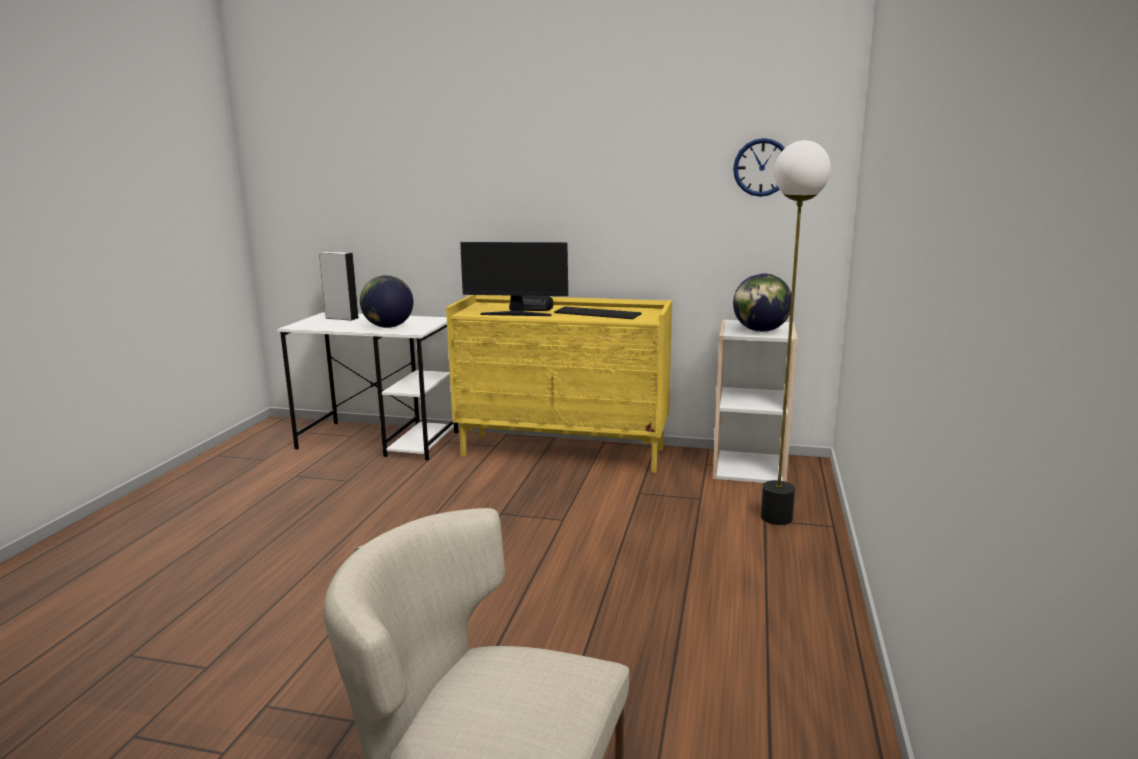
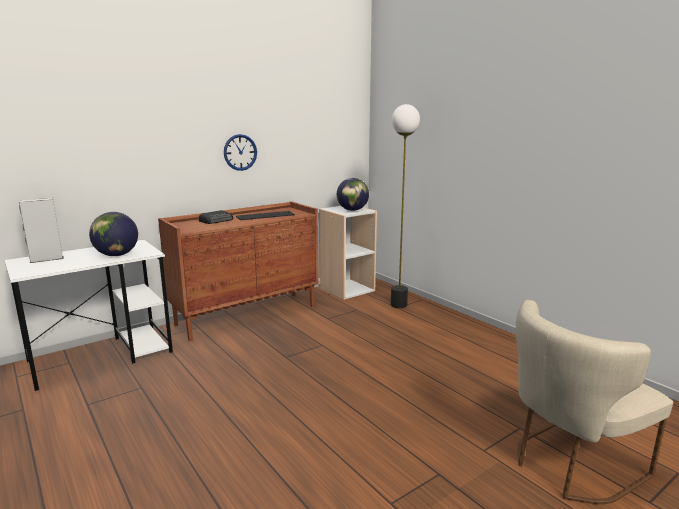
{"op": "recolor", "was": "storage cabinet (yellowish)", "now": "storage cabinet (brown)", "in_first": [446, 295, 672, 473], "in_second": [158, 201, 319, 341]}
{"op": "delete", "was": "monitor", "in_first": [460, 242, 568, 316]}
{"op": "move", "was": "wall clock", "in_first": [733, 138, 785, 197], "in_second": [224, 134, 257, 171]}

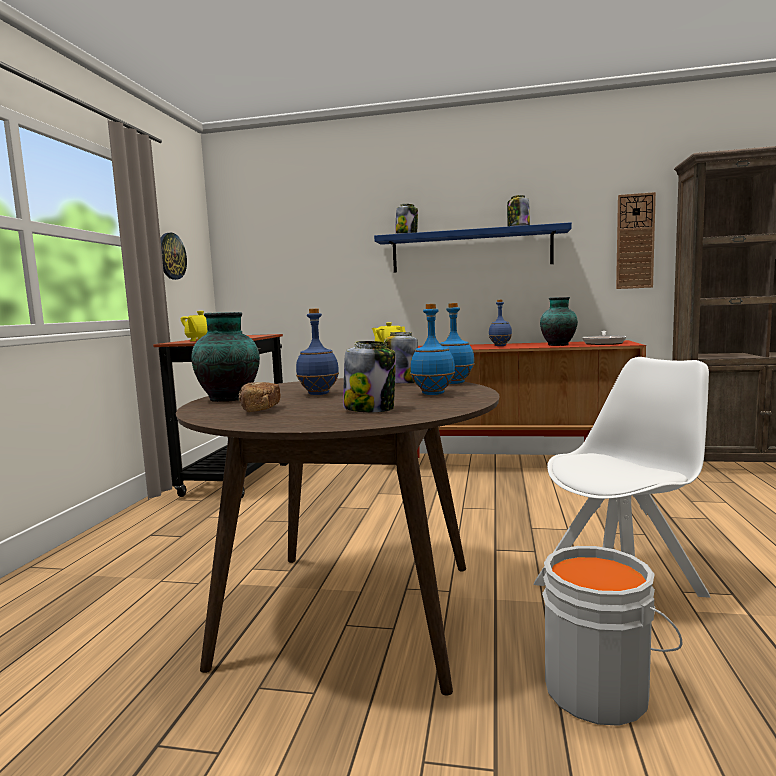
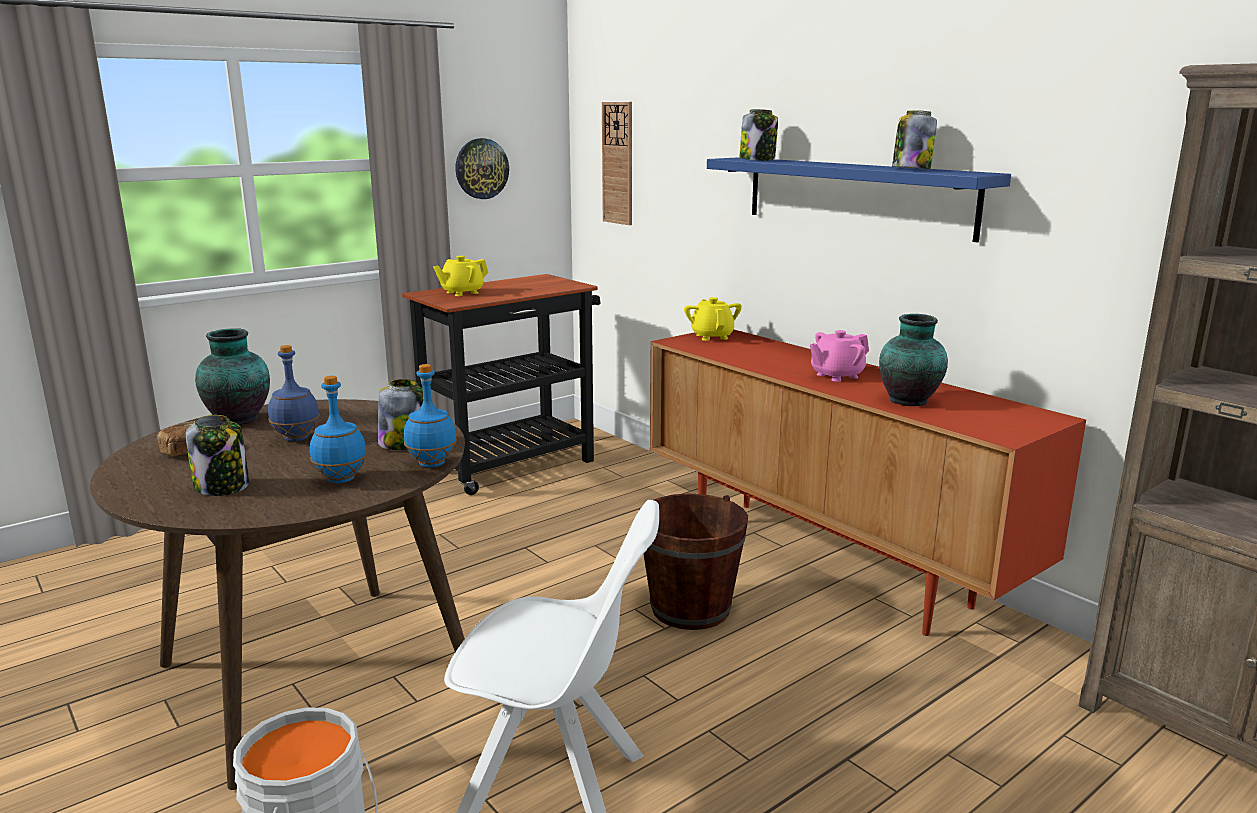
{"op": "replace", "was": "drink bottle (blue-coloured)", "now": "teapot (pinkish)", "in_first": [489, 300, 512, 346], "in_second": [810, 330, 869, 382]}
{"op": "delete", "was": "frying pan", "in_first": [582, 331, 626, 345]}
{"op": "move", "was": "wall clock", "in_first": [616, 192, 656, 289], "in_second": [602, 102, 632, 225]}
{"op": "insert", "now": "bucket (brown)", "in_second": [640, 493, 748, 630]}

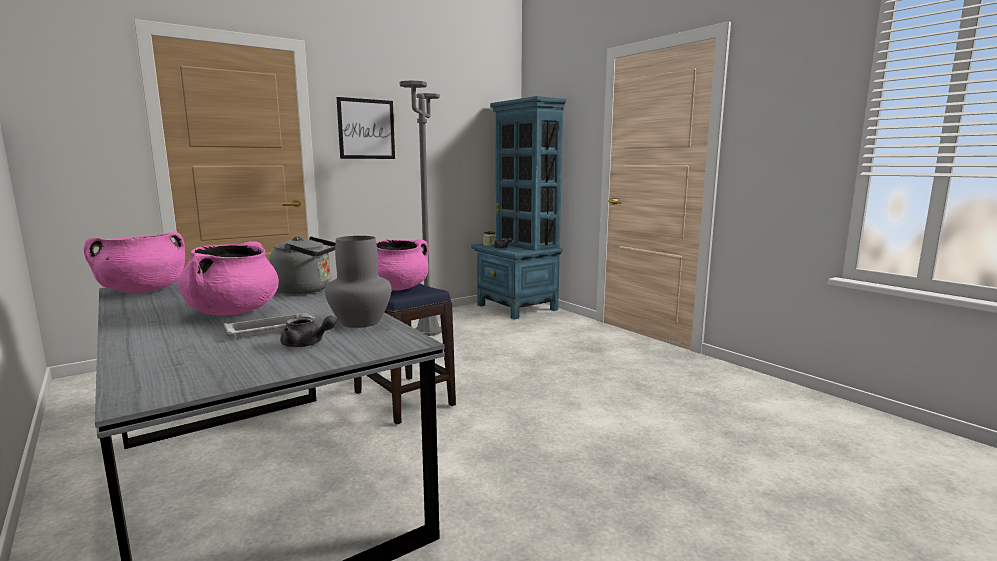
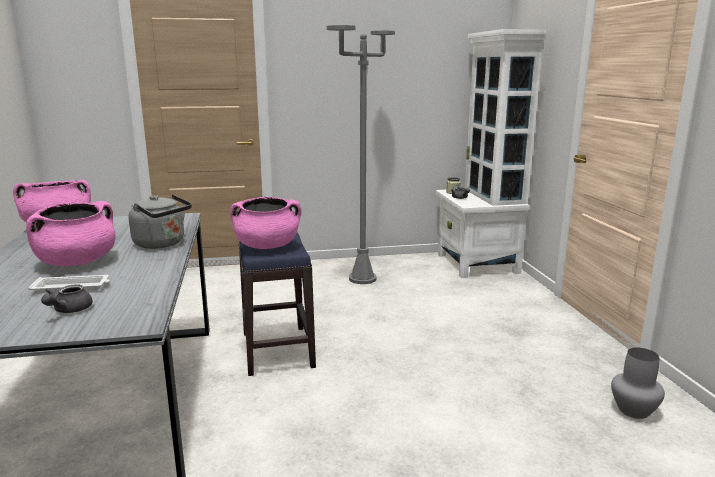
{"op": "rotate", "was": "teapot (grey)", "in_first": [280, 316, 337, 347], "in_second": [41, 284, 92, 313], "clockwise": 60}
{"op": "move", "was": "vase (grey)", "in_first": [325, 236, 392, 328], "in_second": [611, 348, 665, 419]}
{"op": "delete", "was": "wall art", "in_first": [337, 97, 395, 159]}
{"op": "recolor", "was": "storage cabinet (blue-coloured)", "now": "storage cabinet (whitish)", "in_first": [471, 96, 566, 319], "in_second": [435, 29, 547, 278]}

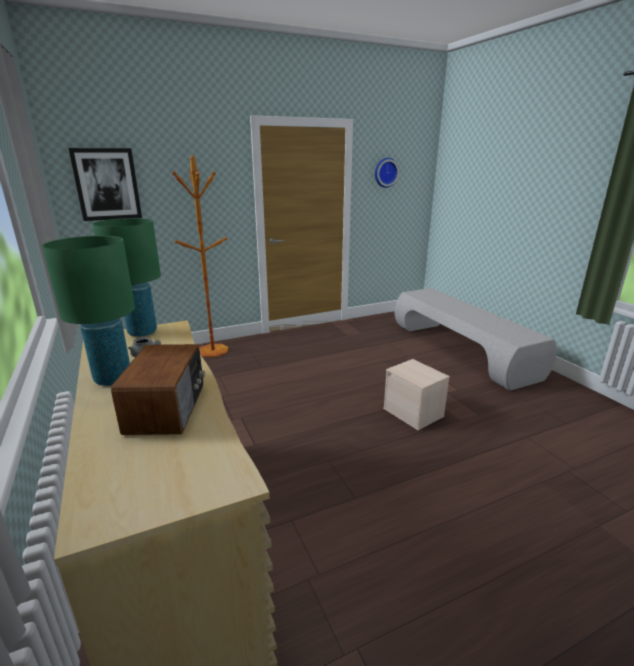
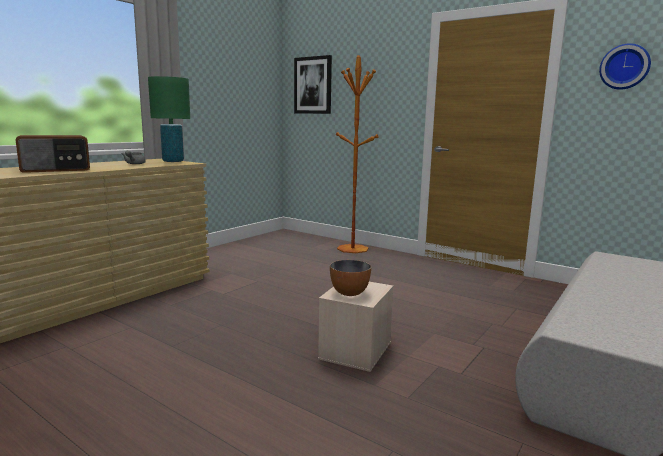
{"op": "delete", "was": "tabletop lamp (green)", "in_first": [42, 236, 135, 386]}
{"op": "insert", "now": "bowl", "in_second": [330, 260, 371, 296]}

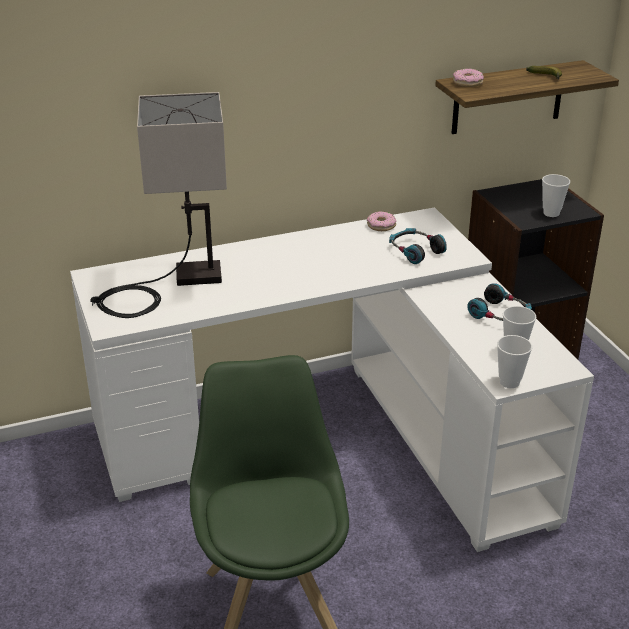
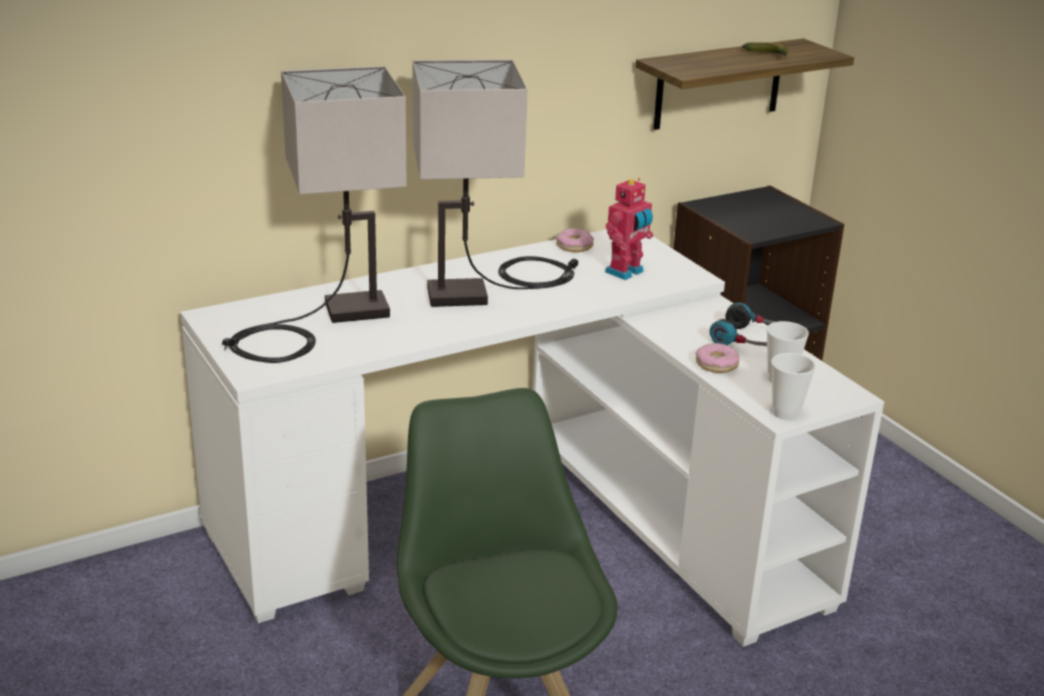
{"op": "replace", "was": "headphones", "now": "robot figure", "in_first": [389, 228, 447, 264], "in_second": [605, 178, 653, 280]}
{"op": "move", "was": "ring doughnut", "in_first": [453, 68, 484, 87], "in_second": [695, 343, 739, 373]}
{"op": "delete", "was": "small cup", "in_first": [542, 174, 570, 217]}
{"op": "insert", "now": "tabletop lamp", "in_second": [412, 59, 578, 307]}

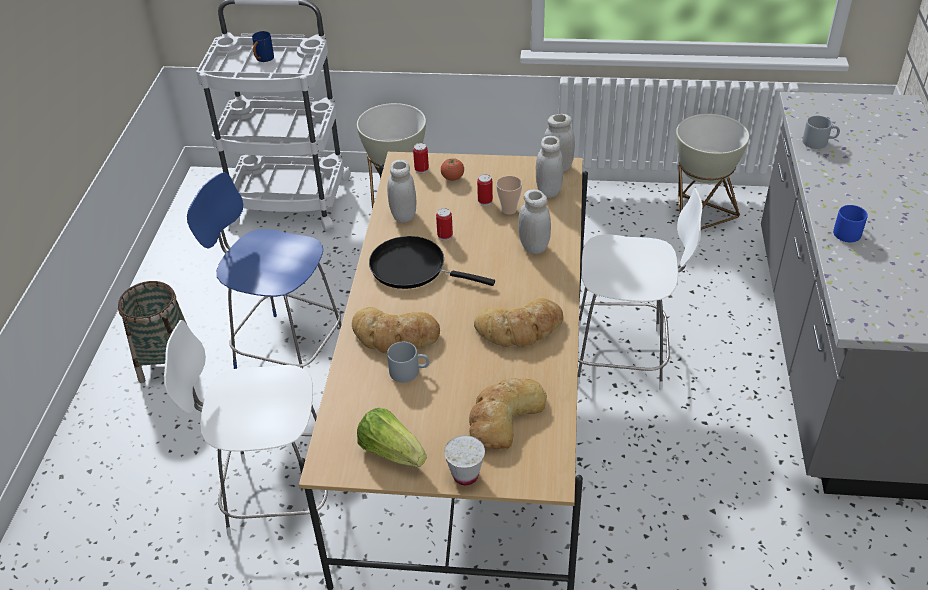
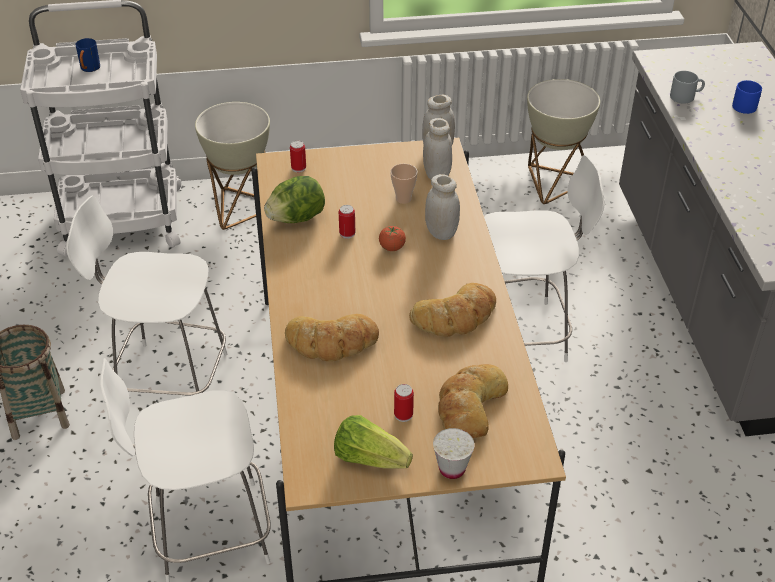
{"op": "recolor", "was": "chair (blue-coloured)", "now": "chair (whitish)", "in_first": [187, 172, 342, 369], "in_second": [66, 195, 228, 395]}
{"op": "delete", "was": "frying pan (blackish)", "in_first": [369, 236, 495, 289]}
{"op": "replace", "was": "preserve jar (whitish)", "now": "head of lettuce", "in_first": [387, 160, 416, 223], "in_second": [264, 176, 325, 223]}
{"op": "delete", "was": "tea mug (grey)", "in_first": [387, 342, 429, 383]}
{"op": "move", "was": "whole tomato", "in_first": [441, 158, 464, 181], "in_second": [379, 226, 406, 251]}
{"op": "move", "was": "metal can", "in_first": [477, 174, 493, 206], "in_second": [394, 384, 414, 422]}
{"op": "move", "was": "tea mug (blue-coloured)", "in_first": [833, 205, 868, 242], "in_second": [732, 80, 762, 114]}

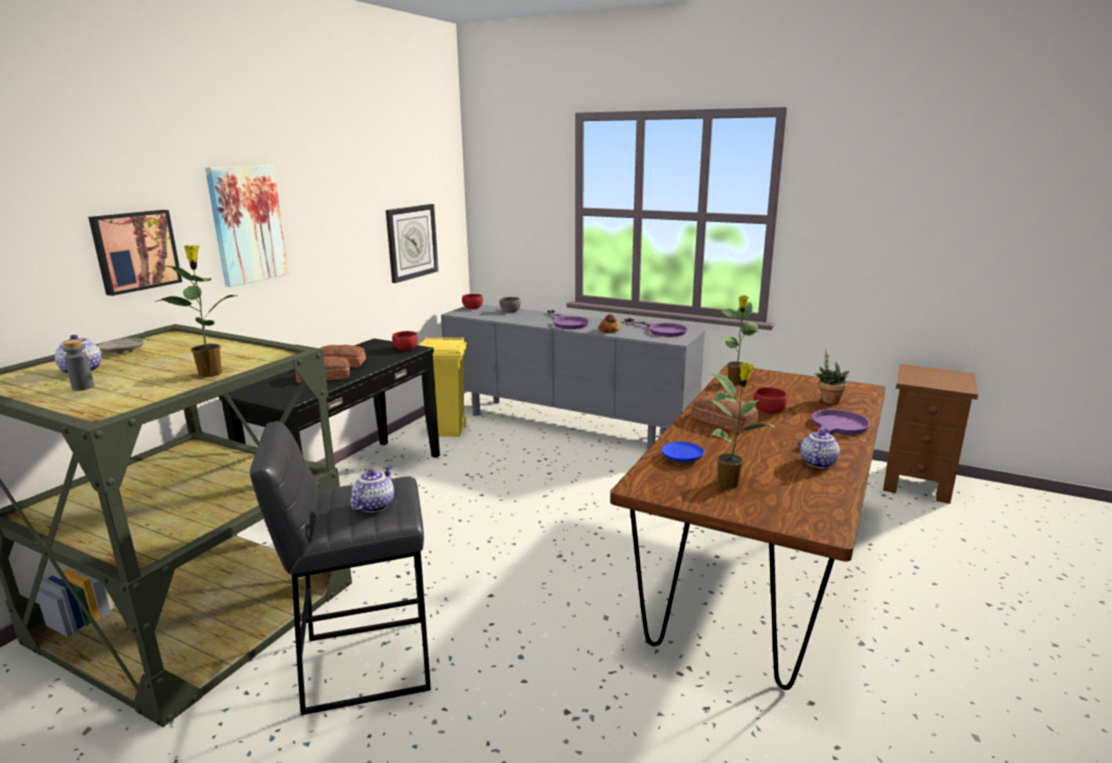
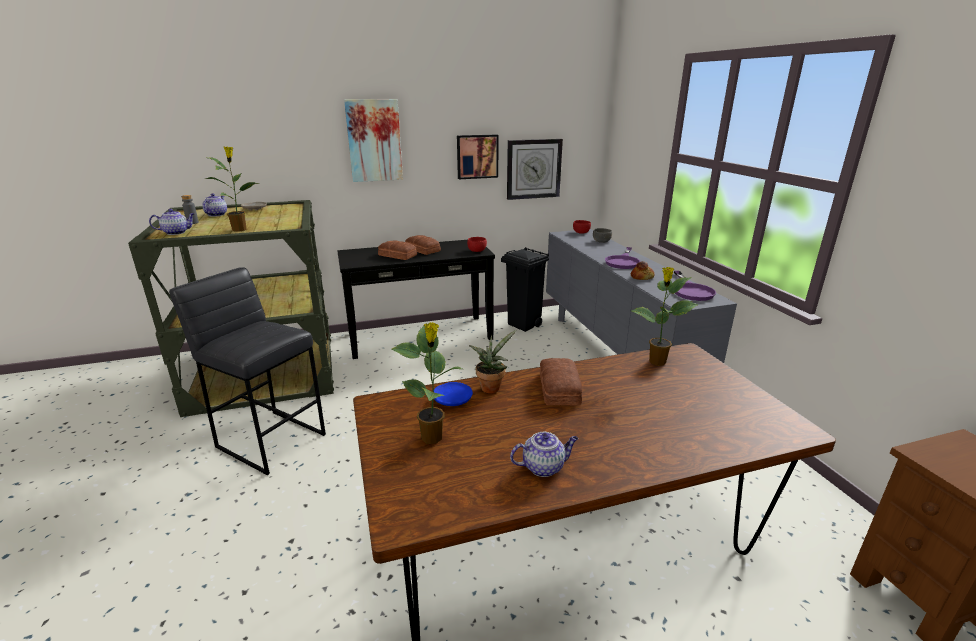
{"op": "move", "was": "wall art", "in_first": [88, 210, 182, 296], "in_second": [457, 134, 499, 179]}
{"op": "move", "was": "teapot", "in_first": [351, 465, 394, 512], "in_second": [149, 209, 195, 235]}
{"op": "recolor", "was": "waste bin (yellowish)", "now": "waste bin (blackish)", "in_first": [419, 337, 467, 437], "in_second": [501, 247, 549, 332]}
{"op": "delete", "was": "bowl (red)", "in_first": [754, 387, 787, 414]}
{"op": "delete", "was": "frying pan (purplish)", "in_first": [798, 409, 871, 447]}
{"op": "move", "was": "plant in a pot", "in_first": [814, 347, 850, 404], "in_second": [469, 330, 516, 394]}

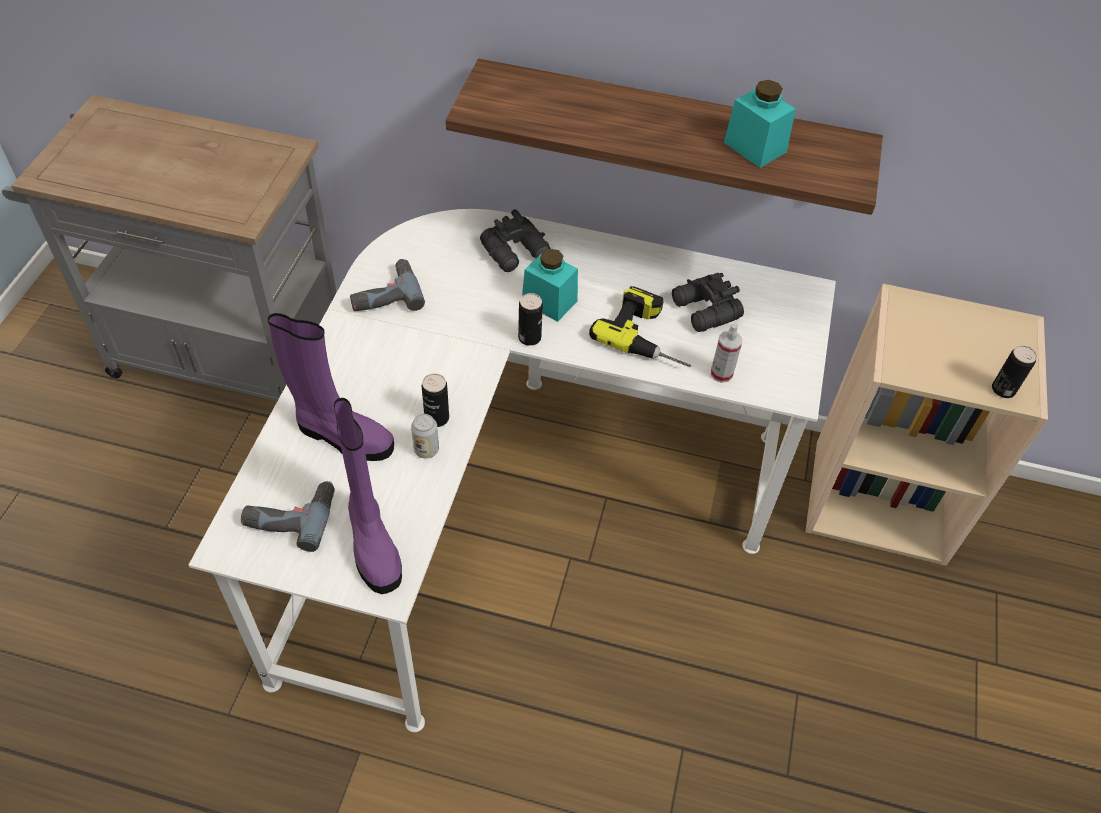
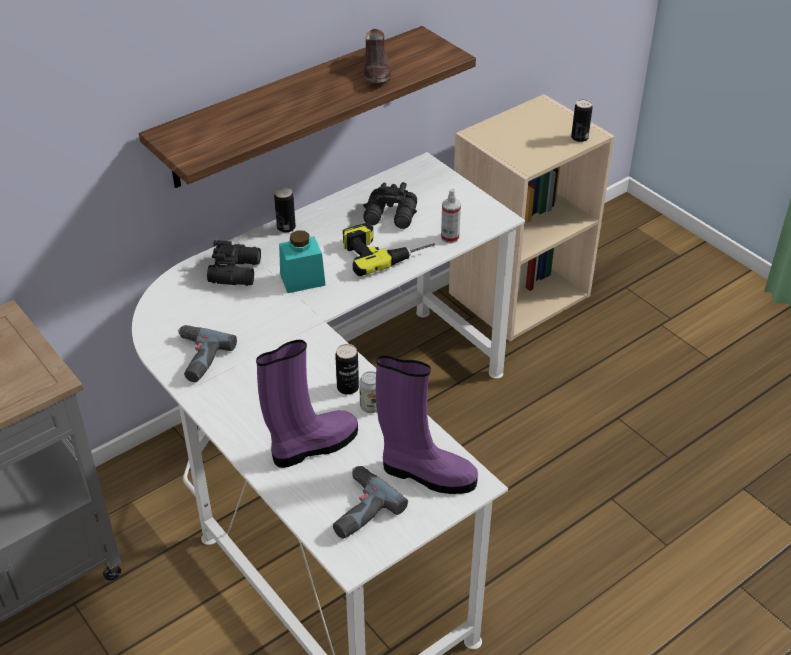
{"op": "move", "was": "metal can", "in_first": [518, 293, 543, 346], "in_second": [274, 187, 296, 232]}
{"op": "replace", "was": "preserve jar (blue-green)", "now": "item of footwear (brown)", "in_first": [724, 80, 796, 168], "in_second": [364, 29, 391, 83]}

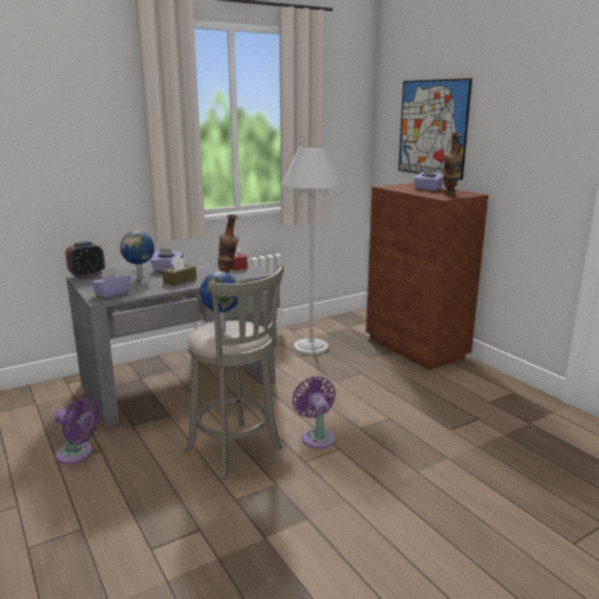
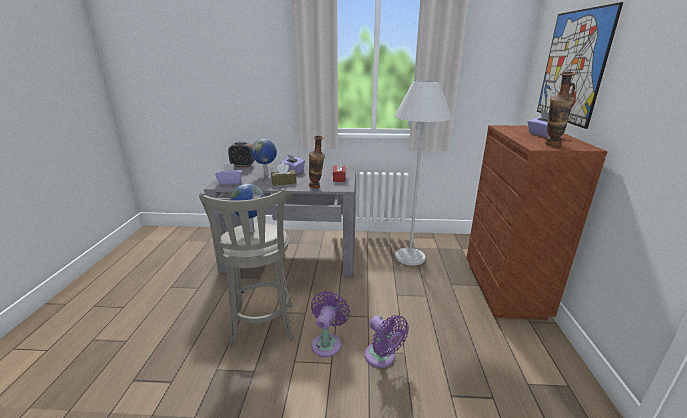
{"op": "move", "was": "fan (purplish)", "in_first": [54, 396, 101, 464], "in_second": [364, 315, 409, 368]}

